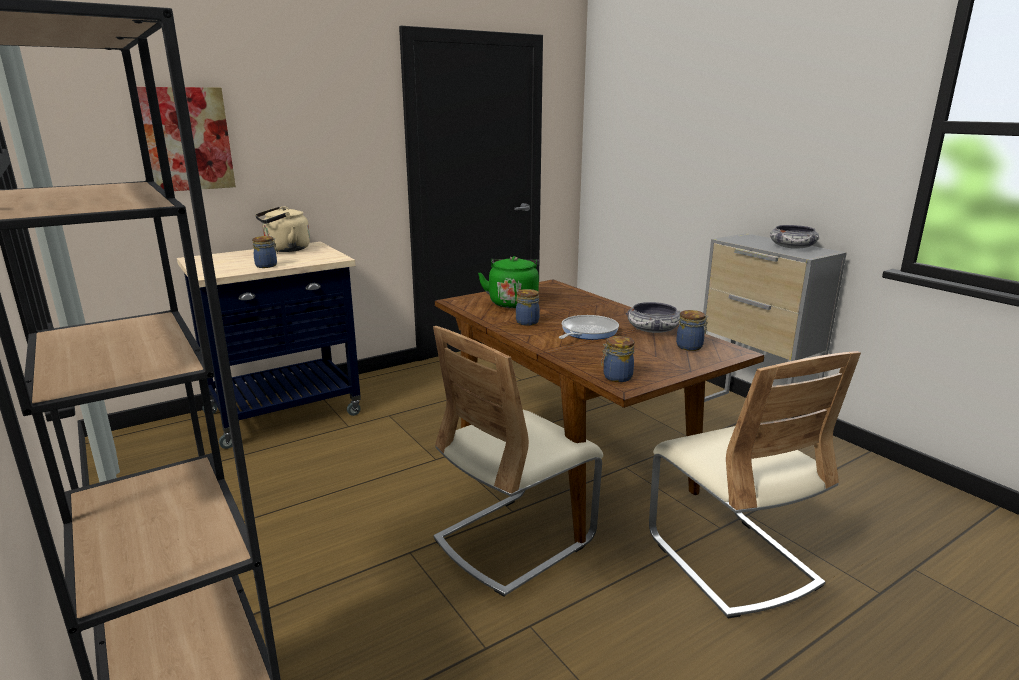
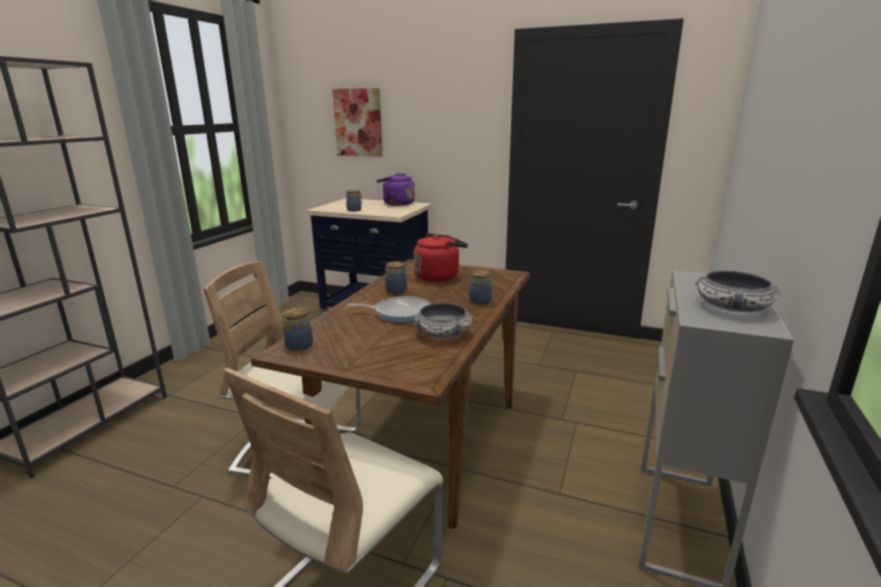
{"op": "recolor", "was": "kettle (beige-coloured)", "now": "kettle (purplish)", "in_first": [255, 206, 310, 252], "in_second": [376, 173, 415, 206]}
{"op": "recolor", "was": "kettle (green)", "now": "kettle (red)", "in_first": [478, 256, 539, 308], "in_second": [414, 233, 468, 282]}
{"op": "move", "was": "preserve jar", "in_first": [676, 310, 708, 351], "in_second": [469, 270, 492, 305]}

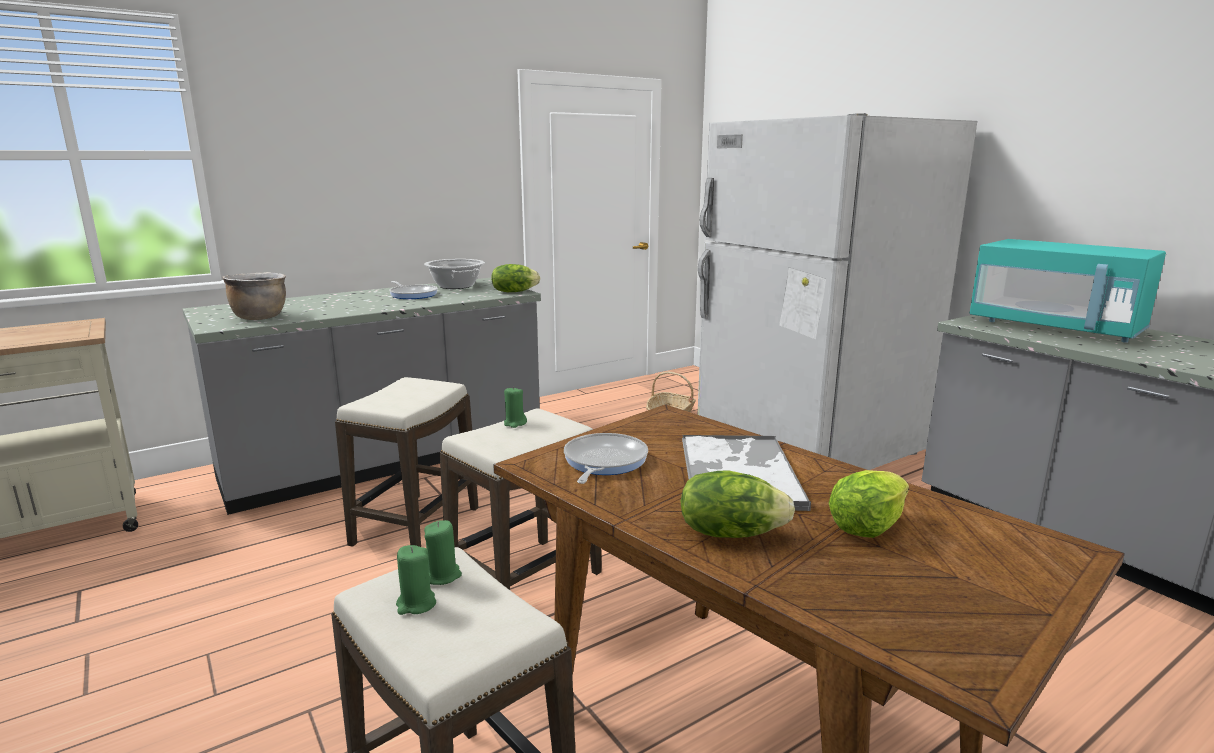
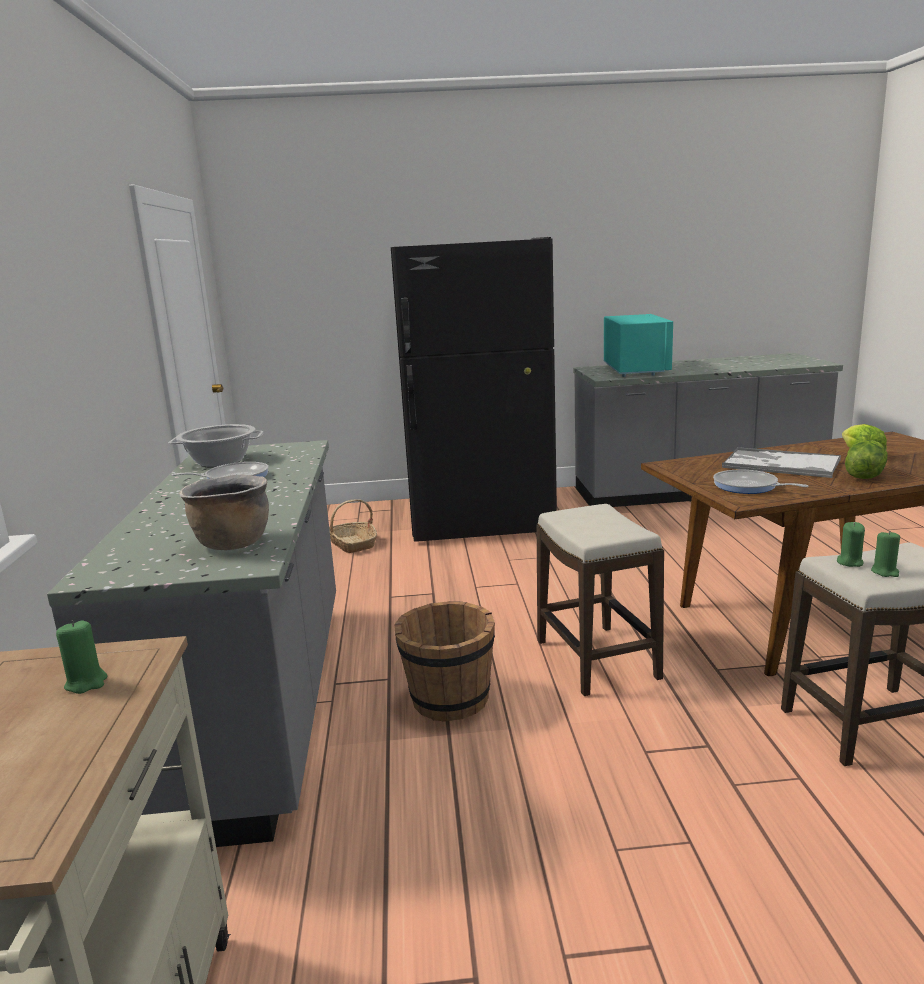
{"op": "replace", "was": "stool", "now": "bucket (brown)", "in_first": [335, 377, 478, 547], "in_second": [394, 601, 495, 722]}
{"op": "delete", "was": "head of lettuce", "in_first": [491, 264, 540, 292]}
{"op": "move", "was": "wax light (green)", "in_first": [504, 386, 527, 428], "in_second": [56, 620, 107, 694]}
{"op": "recolor", "was": "fridge (whitish)", "now": "fridge (blackish)", "in_first": [697, 113, 977, 470], "in_second": [391, 237, 557, 542]}
{"op": "rotate", "was": "microwave (blue-green)", "in_first": [970, 239, 1166, 343], "in_second": [604, 314, 673, 377], "clockwise": -75}

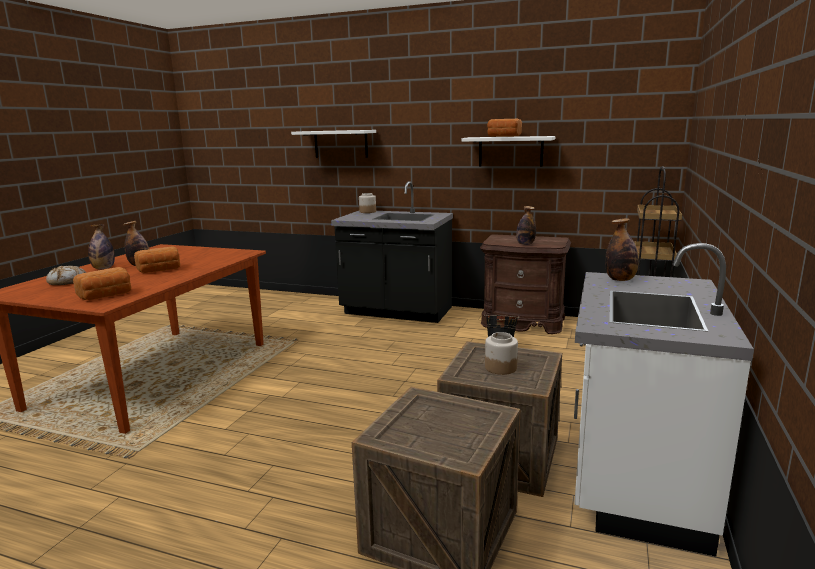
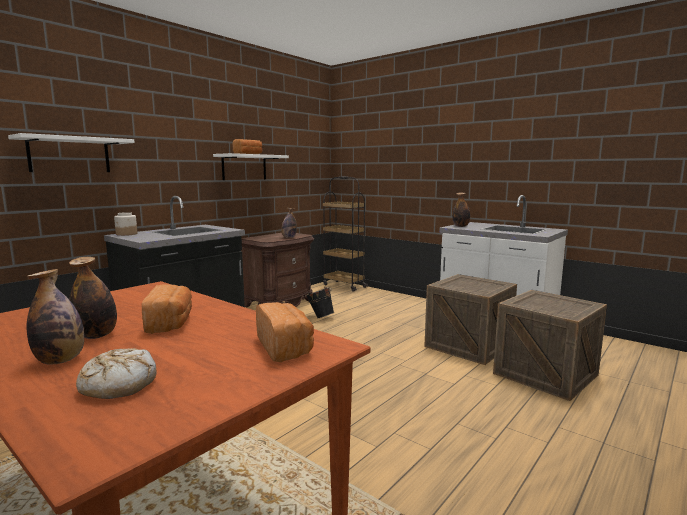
{"op": "delete", "was": "preserve jar", "in_first": [485, 332, 518, 375]}

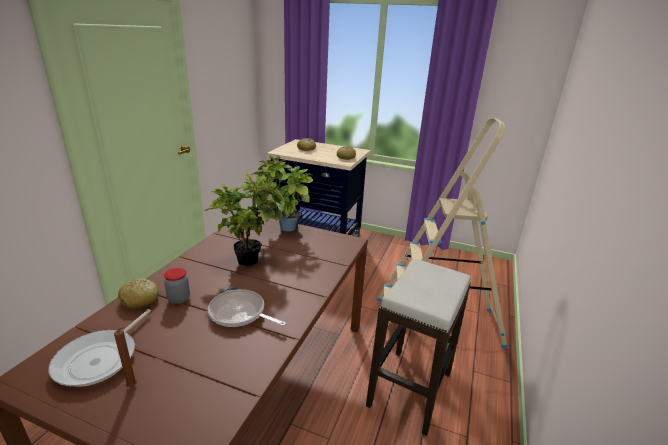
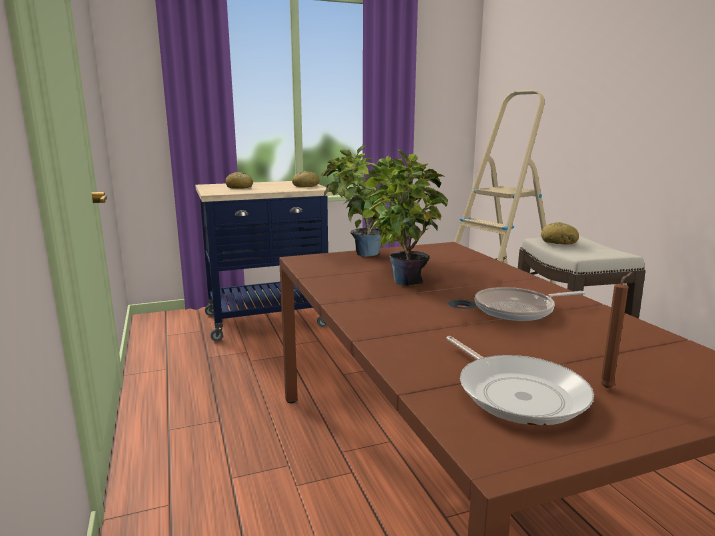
{"op": "move", "was": "baked bread", "in_first": [118, 278, 159, 309], "in_second": [541, 222, 579, 244]}
{"op": "delete", "was": "preserve jar", "in_first": [164, 268, 190, 304]}

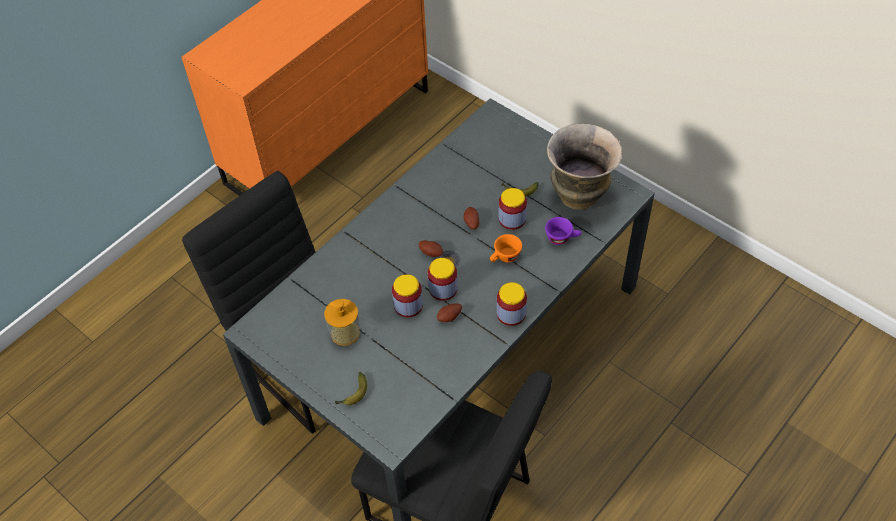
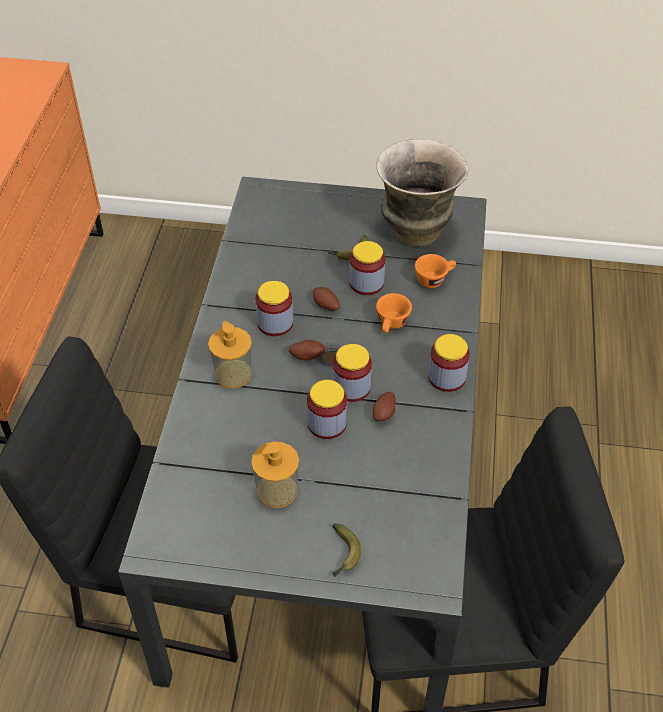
{"op": "recolor", "was": "small cup (purplish)", "now": "small cup (orange)", "in_first": [545, 217, 581, 245], "in_second": [415, 254, 456, 288]}
{"op": "insert", "now": "liquid soap bottle", "in_second": [208, 321, 252, 388]}
{"op": "insert", "now": "preserve jar", "in_second": [255, 281, 293, 336]}

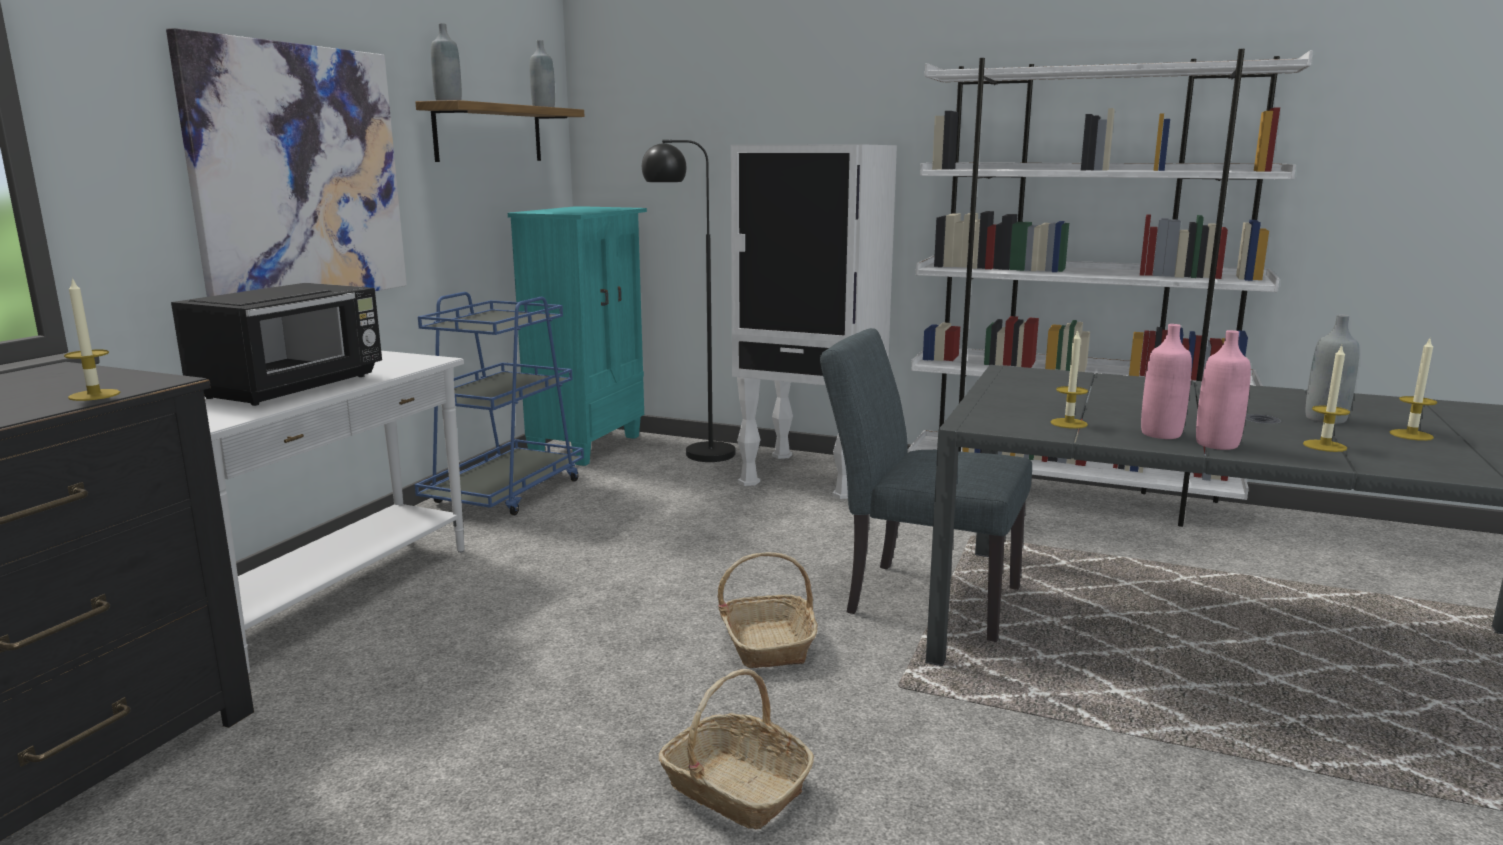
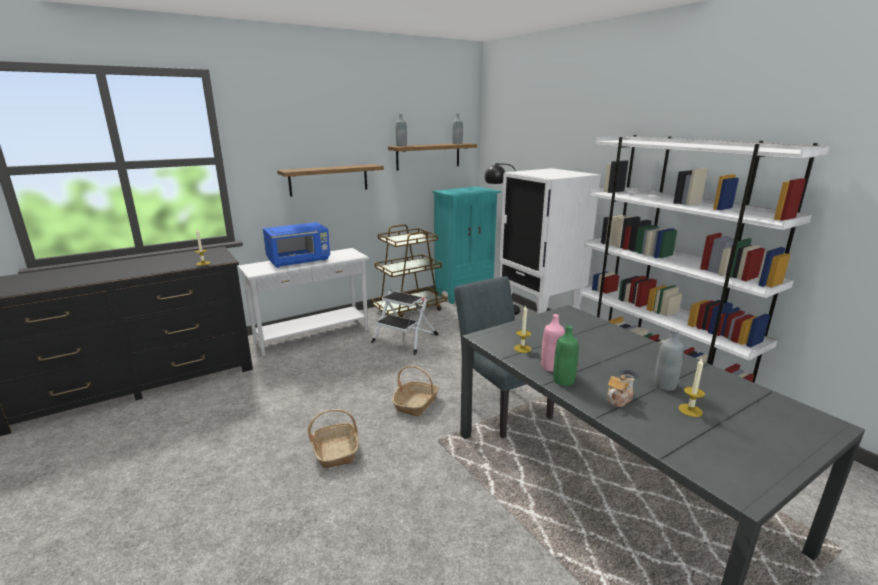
{"op": "replace", "was": "wall art", "now": "wall shelf", "in_first": [166, 28, 407, 297], "in_second": [277, 164, 384, 197]}
{"op": "recolor", "was": "microwave (blackish)", "now": "microwave (blue-coloured)", "in_first": [171, 283, 382, 406], "in_second": [263, 222, 330, 268]}
{"op": "recolor", "was": "wheeled cart (blue-coloured)", "now": "wheeled cart (brown)", "in_first": [415, 292, 584, 515], "in_second": [371, 224, 447, 318]}
{"op": "recolor", "was": "drink bottle (pinkish)", "now": "drink bottle (green)", "in_first": [1196, 330, 1251, 450], "in_second": [553, 325, 579, 386]}
{"op": "replace", "was": "wax light", "now": "teapot", "in_first": [1303, 345, 1350, 452], "in_second": [607, 375, 635, 407]}
{"op": "insert", "now": "step stool", "in_second": [371, 290, 439, 355]}

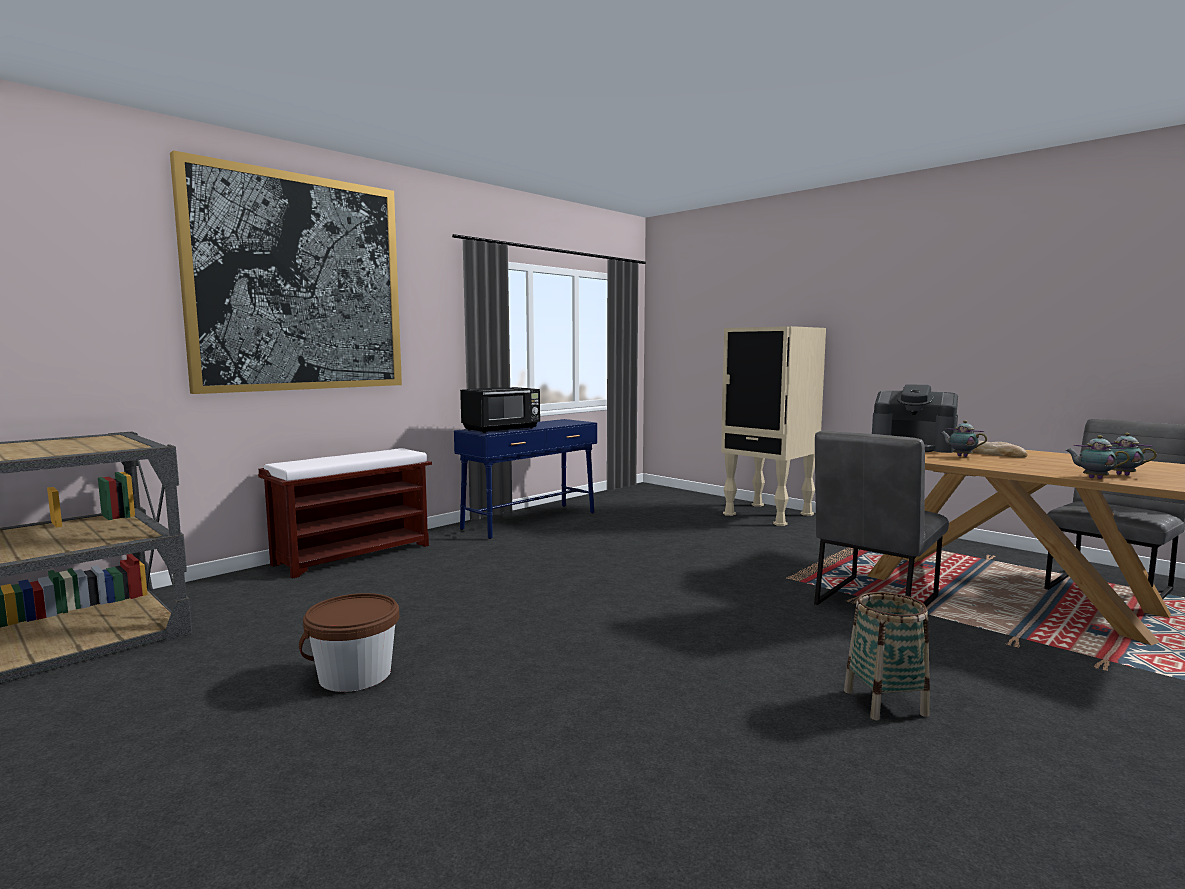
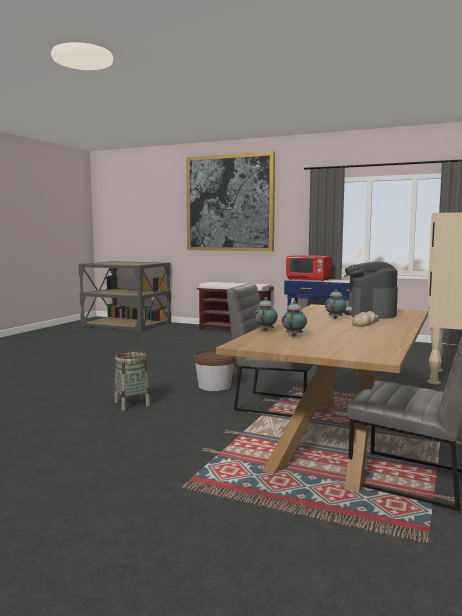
{"op": "move", "was": "bucket (brown)", "in_first": [299, 593, 399, 692], "in_second": [193, 350, 238, 391]}
{"op": "recolor", "was": "microwave (blackish)", "now": "microwave (red)", "in_first": [460, 387, 540, 433], "in_second": [286, 255, 332, 281]}

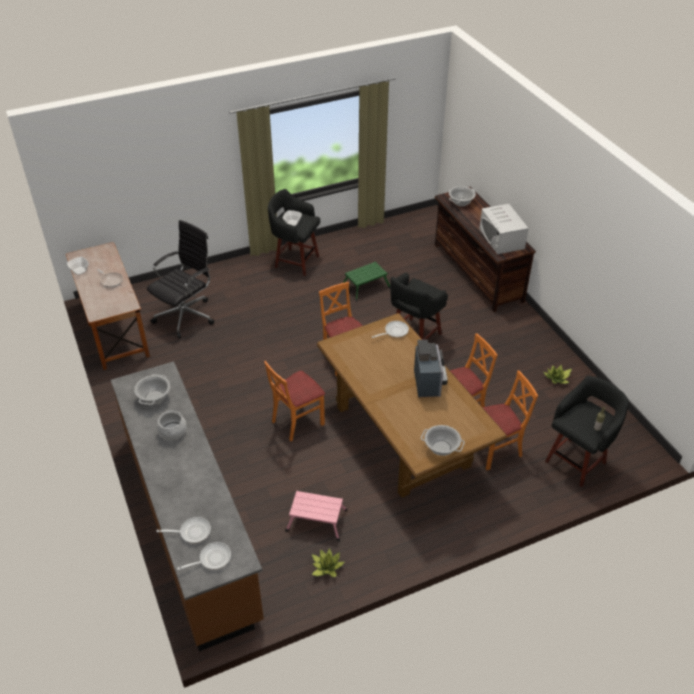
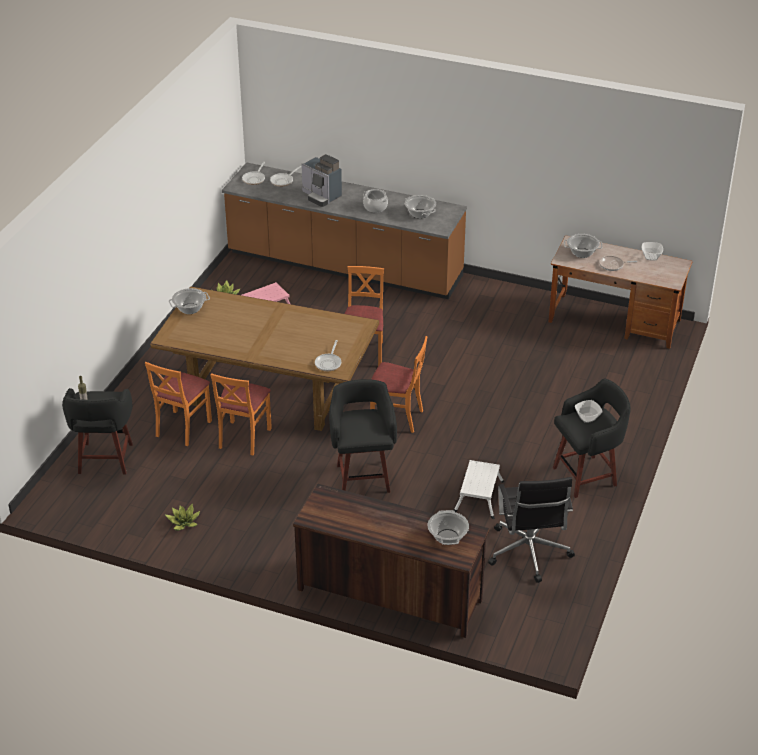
{"op": "move", "was": "desk chair (blackish)", "in_first": [147, 220, 214, 338], "in_second": [488, 477, 575, 583]}
{"op": "recolor", "was": "step stool (green)", "now": "step stool (whitish)", "in_first": [343, 262, 390, 302], "in_second": [453, 460, 505, 519]}
{"op": "move", "was": "coffee brewer", "in_first": [414, 340, 448, 397], "in_second": [301, 154, 342, 207]}
{"op": "delete", "was": "microwave (whitish)", "in_first": [479, 204, 529, 254]}
{"op": "insert", "now": "stockpot", "in_second": [564, 234, 602, 258]}

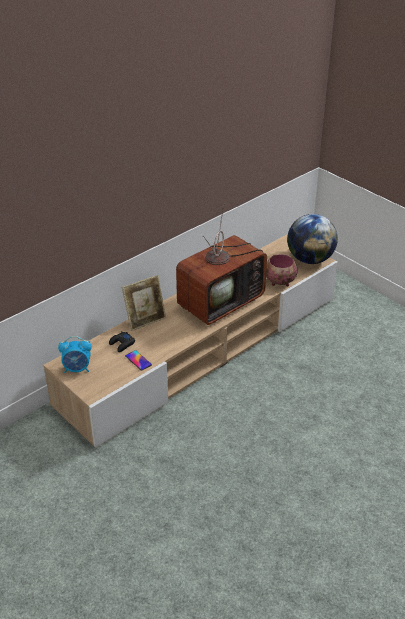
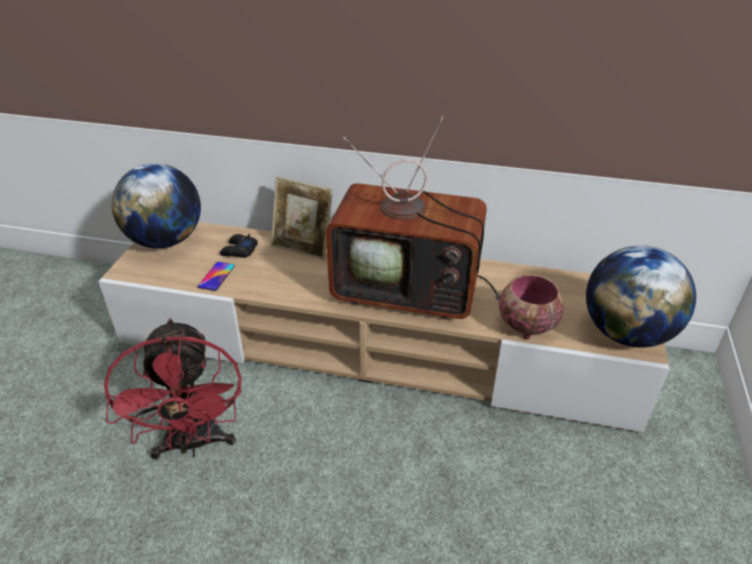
{"op": "replace", "was": "bedside clock", "now": "globe", "in_first": [58, 336, 92, 373], "in_second": [112, 163, 201, 248]}
{"op": "insert", "now": "fan (red)", "in_second": [104, 318, 241, 459]}

